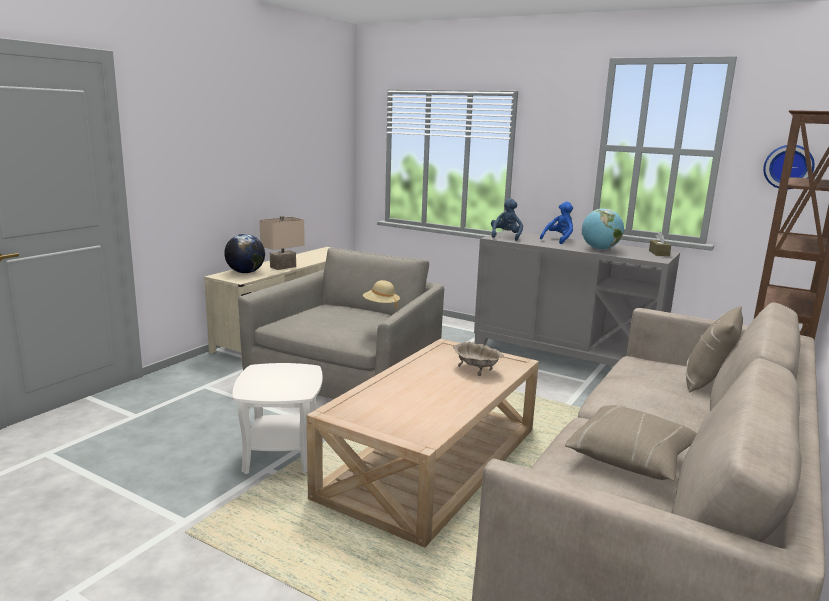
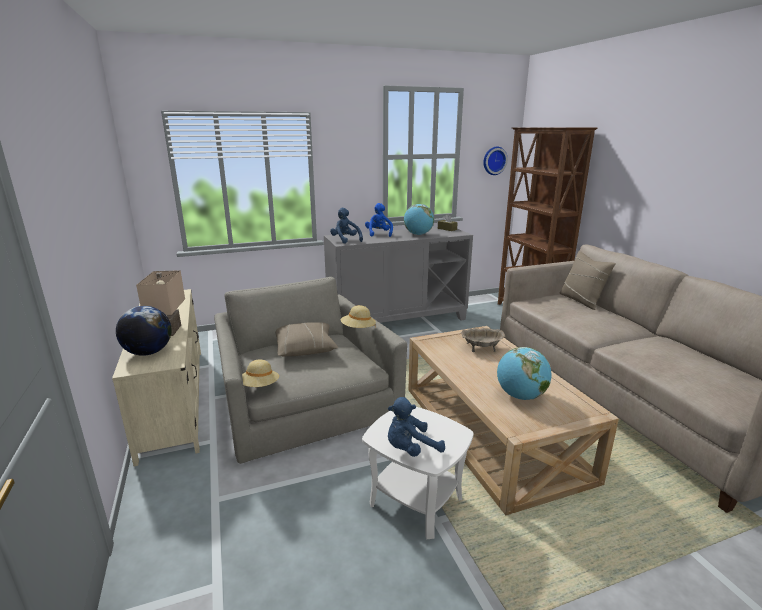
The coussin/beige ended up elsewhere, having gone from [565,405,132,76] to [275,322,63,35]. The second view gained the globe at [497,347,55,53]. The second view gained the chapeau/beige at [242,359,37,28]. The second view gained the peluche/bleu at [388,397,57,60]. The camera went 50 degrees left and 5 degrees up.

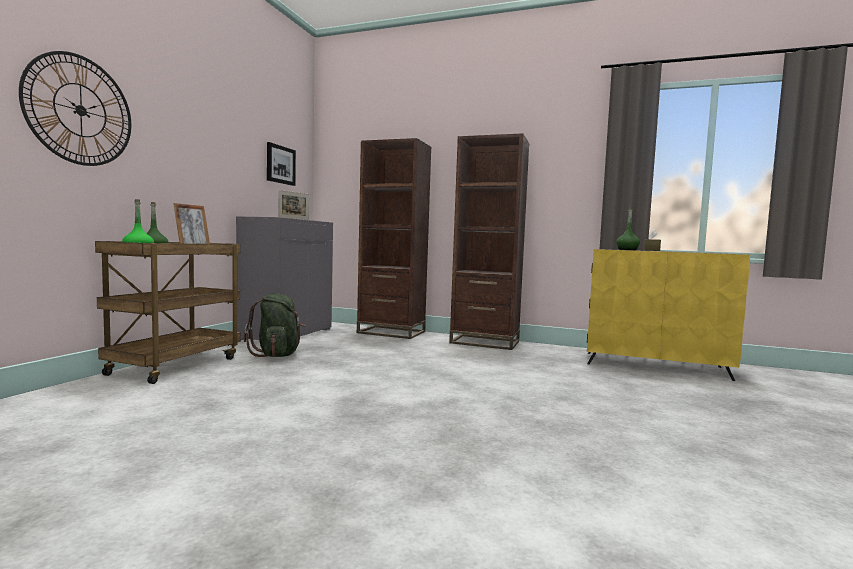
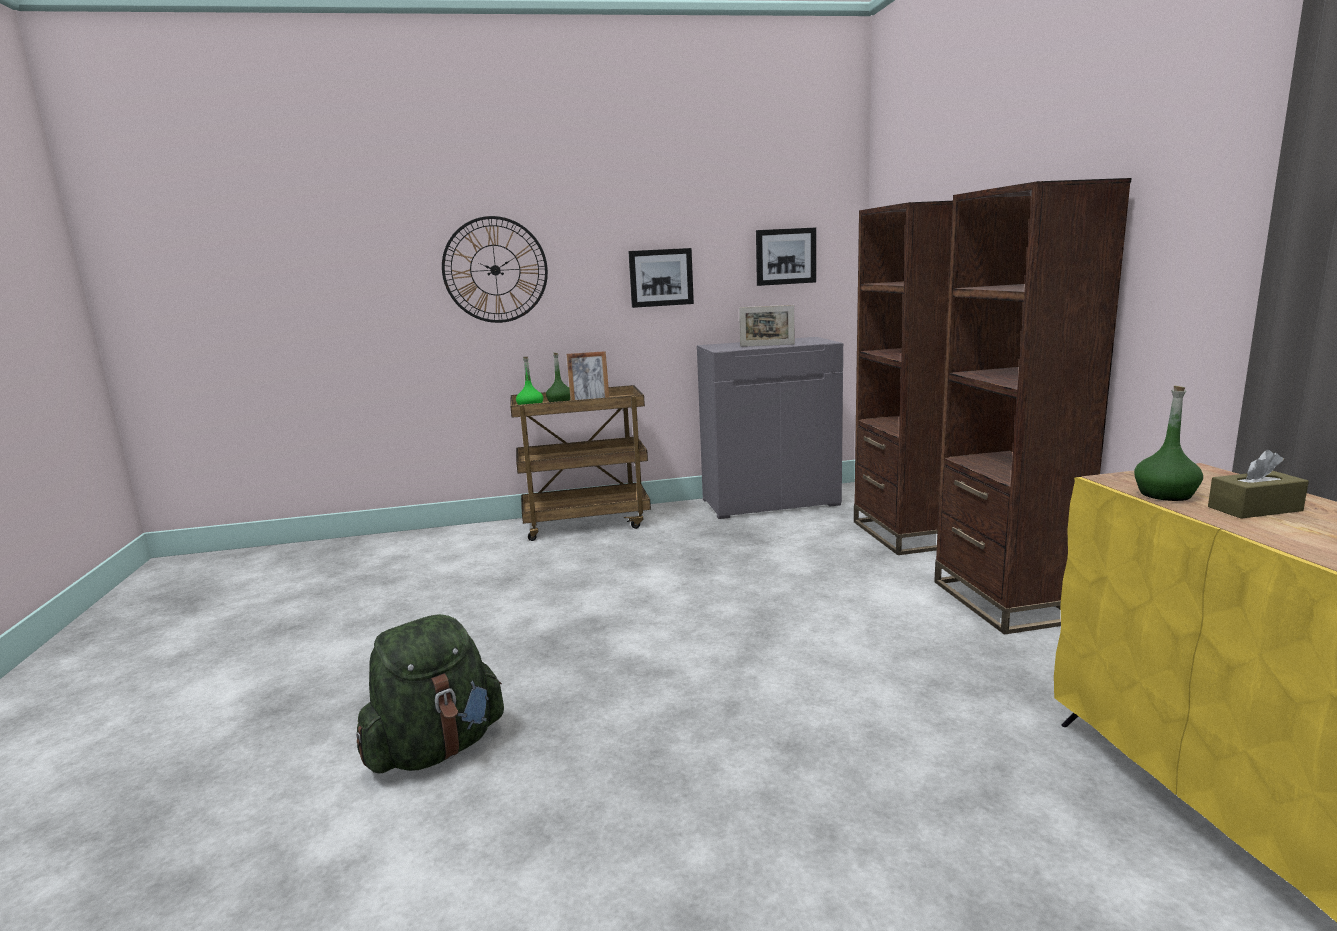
The sac à dos/vert ended up elsewhere, having gone from [244,293,62,64] to [356,614,148,159]. The second view gained the tableau at [628,248,66,60]. The camera went 60 degrees right and 10 degrees up.

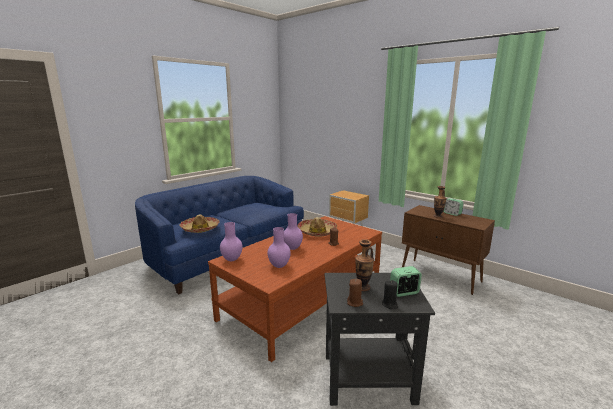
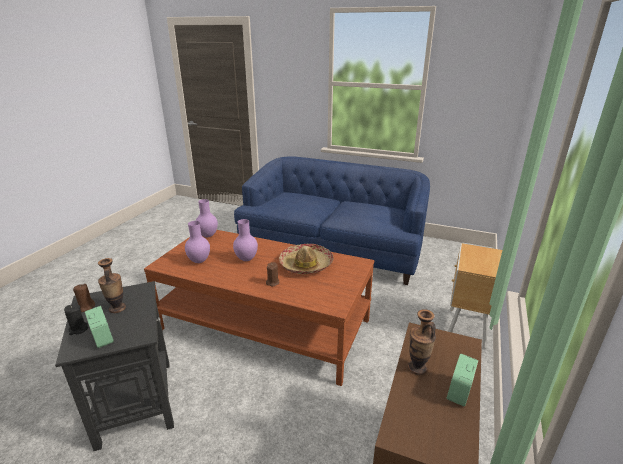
The second view lost the chapeau at [180,214,40,19]. The camera went 70 degrees right and 10 degrees up.

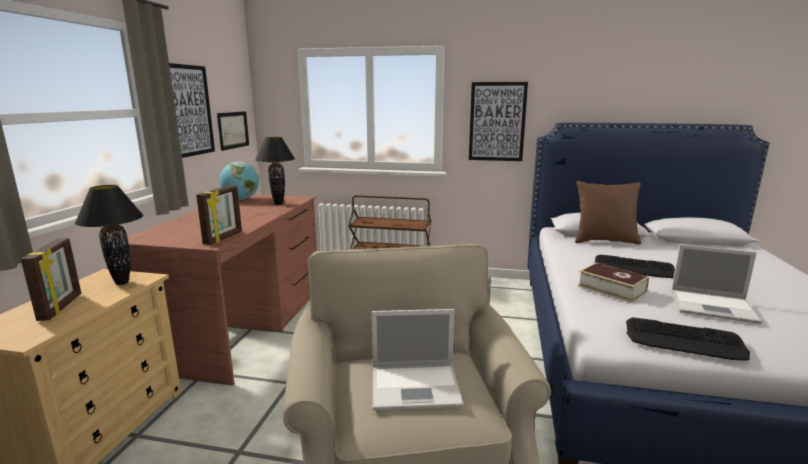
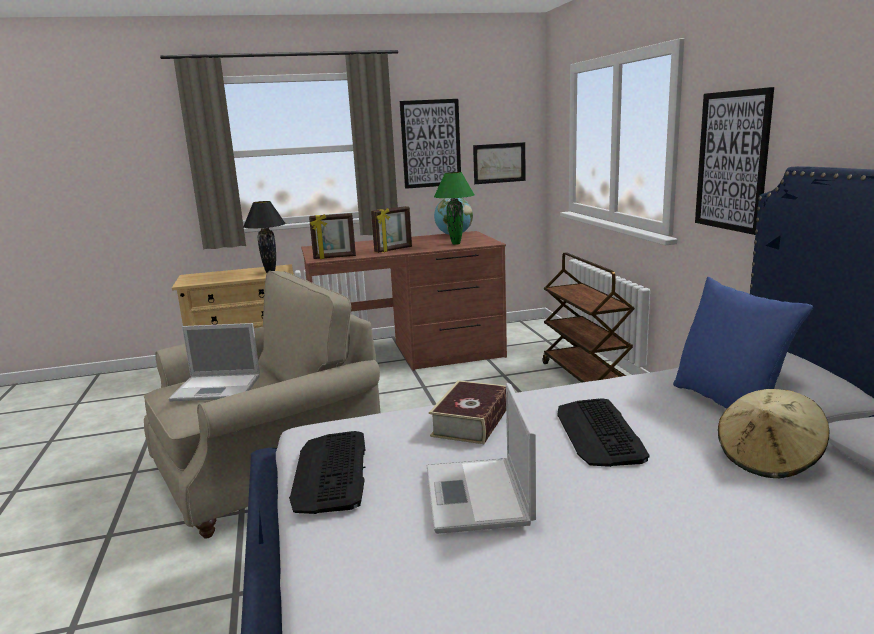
What was the lampe de table/noir at [255,137,40,68] turned into the lampe de table/vert at [434,172,41,73]. What was the coussin/marron at [575,181,66,64] turned into the coussin/bleu at [673,277,140,131]. The cadre photo ended up elsewhere, having gone from [21,238,60,83] to [371,206,41,47]. The ordinateur portable at [372,309,92,102] ended up facing another way, 60 degrees counterclockwise from before. The second view gained the chapeau/beige at [718,389,111,90]. The camera went 65 degrees right and 0 degrees up.

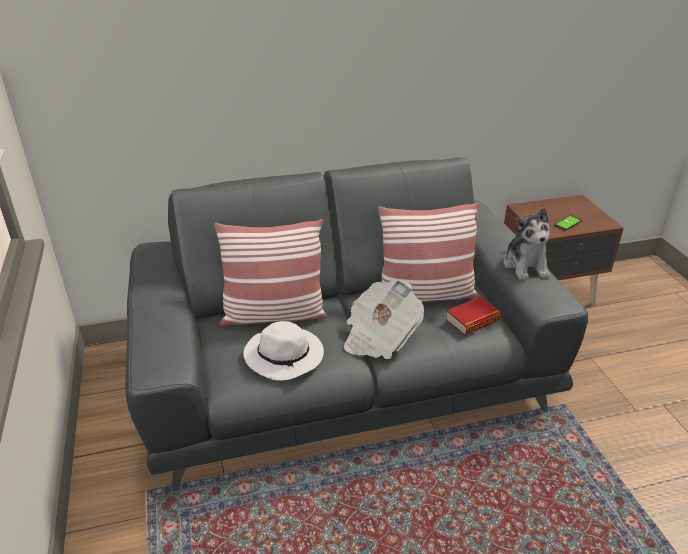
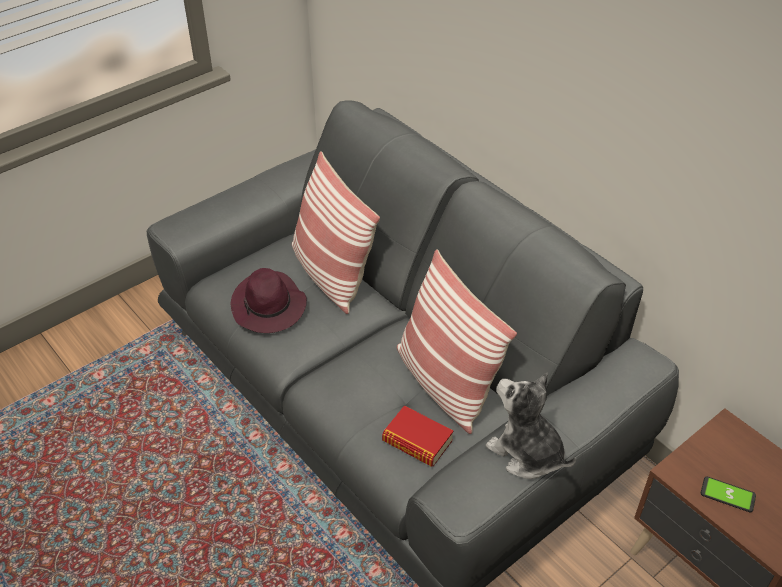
The peluche at [503,208,47,72] ended up facing another way, 75 degrees clockwise from before. The second view lost the journal at [344,280,80,79]. What was the chapeau/blanc at [243,321,81,60] turned into the chapeau/violet at [230,268,77,65]. The camera went 65 degrees right and 10 degrees up.

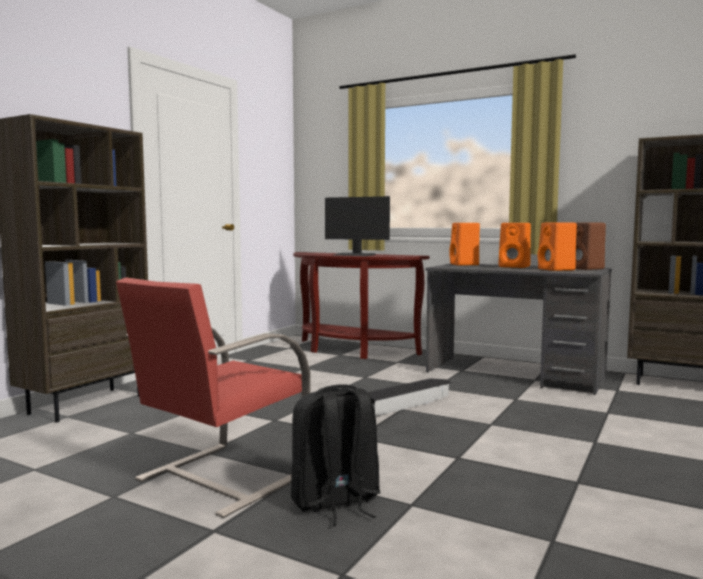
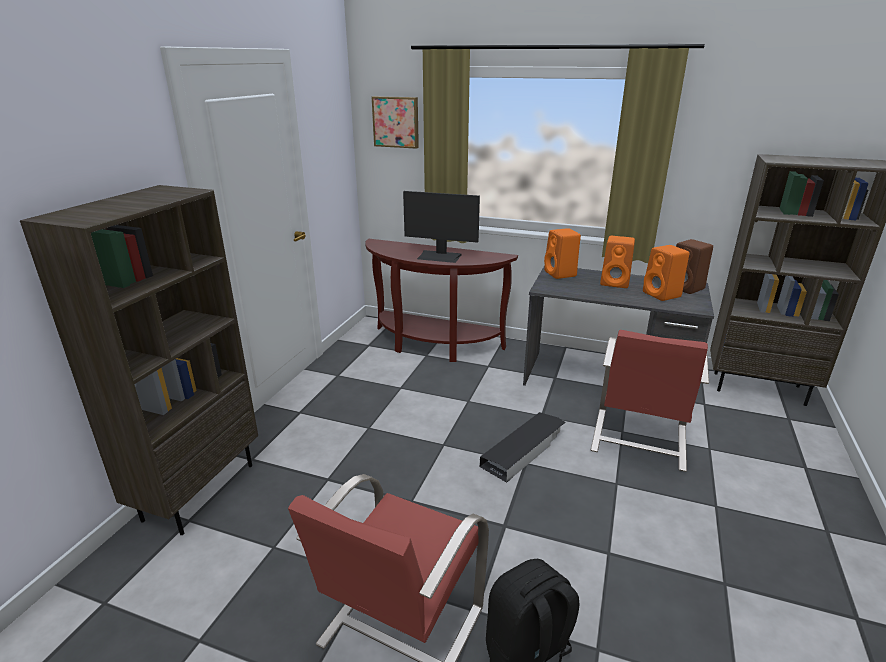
The second view gained the tableau at [372,96,47,53]. The second view gained the chaise/rouge at [591,330,118,142]. The camera went 10 degrees left and 20 degrees up.

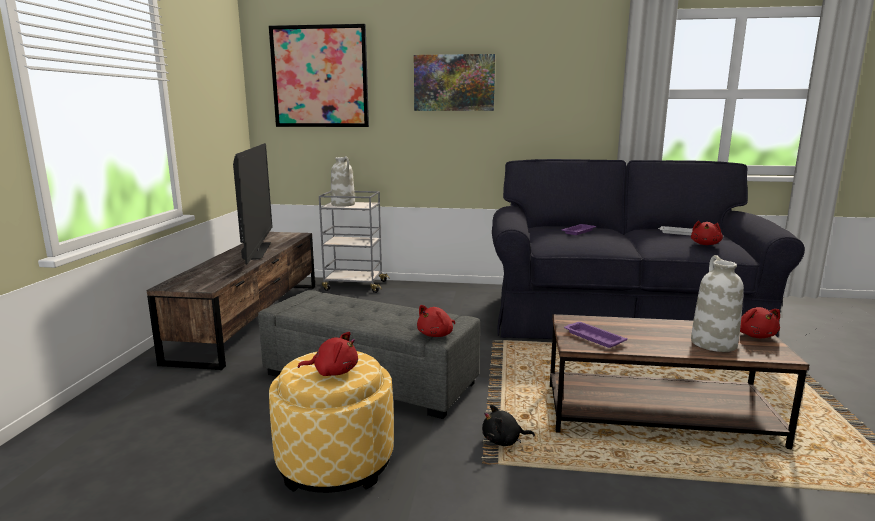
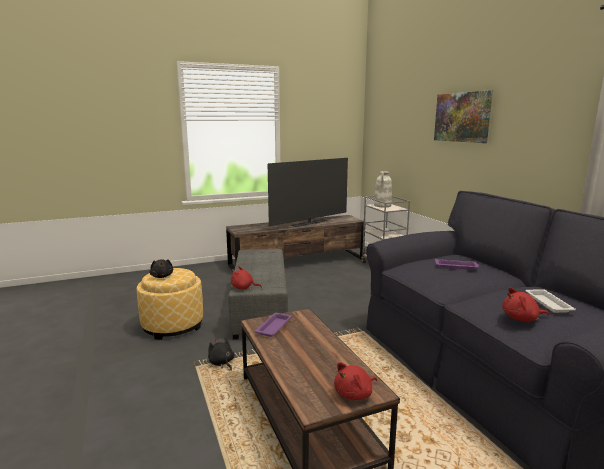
The second view lost the tableau at [269,24,100,103]. The second view lost the vase/blanc at [691,255,53,97]. What was the peluche/rouge at [298,332,60,44] turned into the peluche/noir at [149,259,24,19]. The camera went 60 degrees right and 0 degrees up.

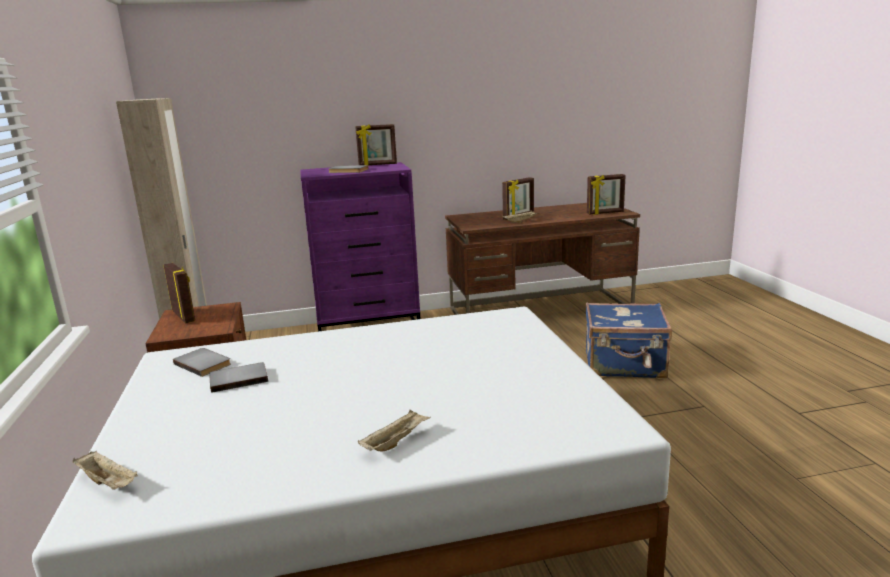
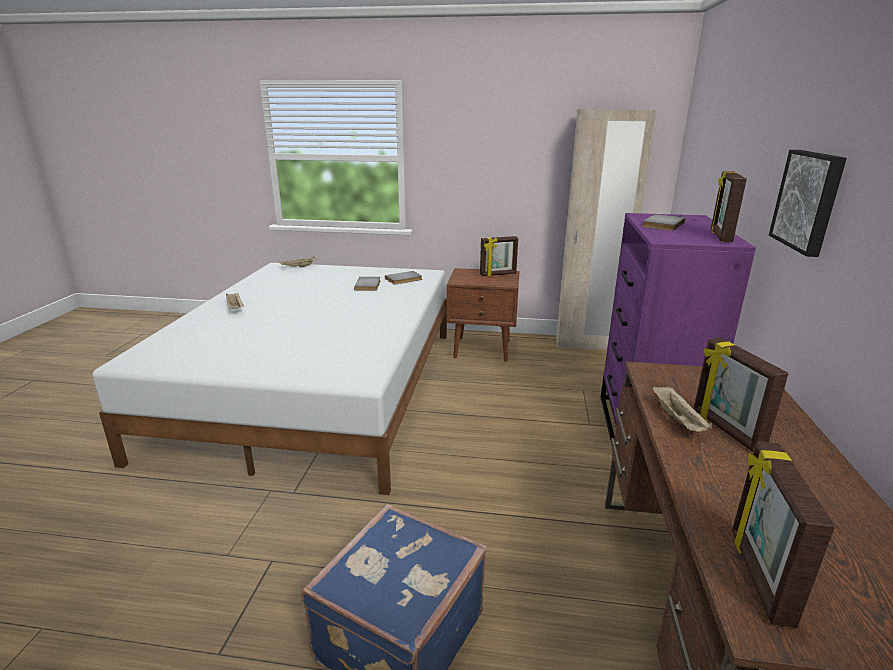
The second view gained the tableau at [769,150,78,107]. The camera went 110 degrees right and 5 degrees up.

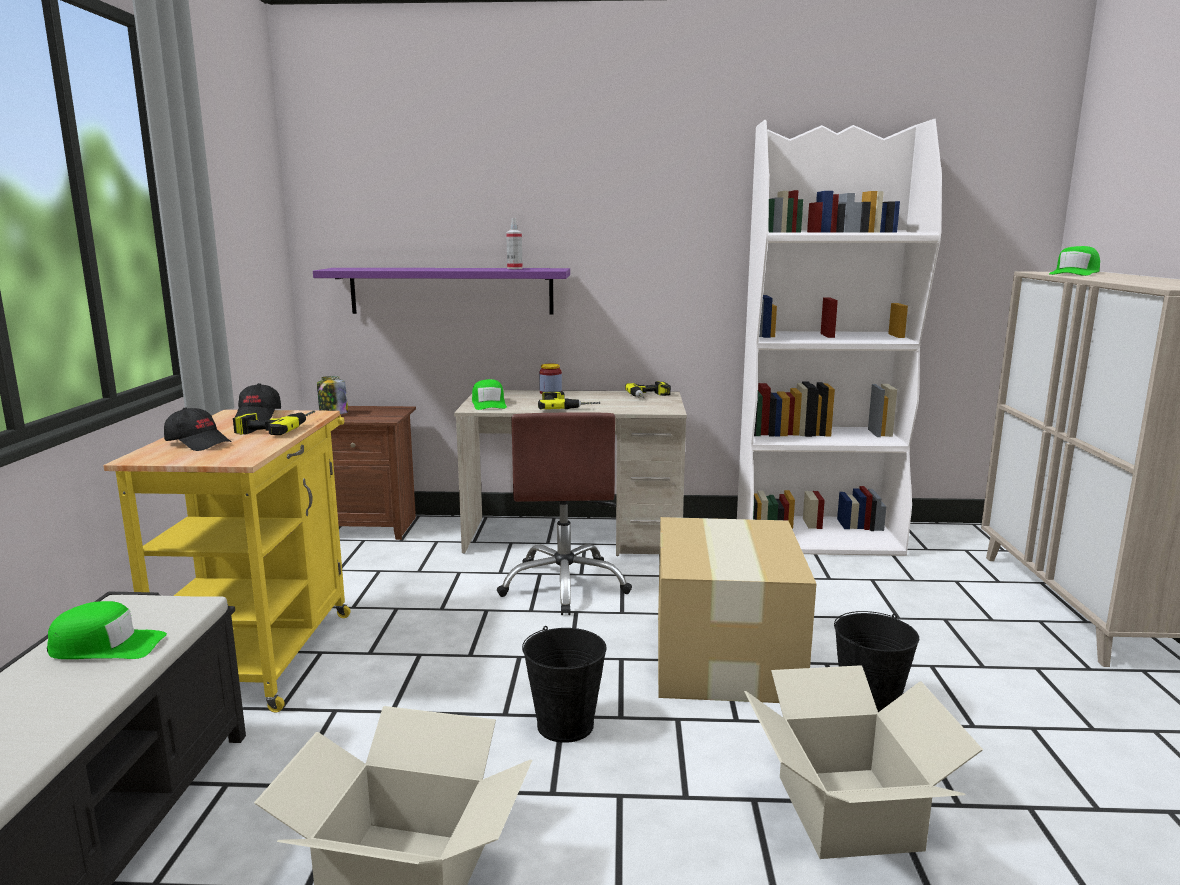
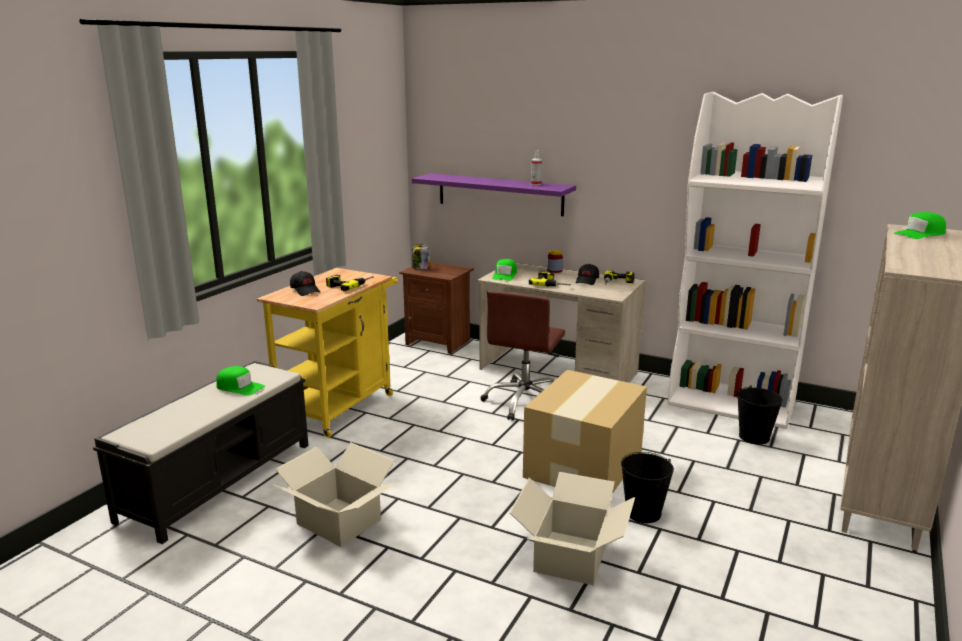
The casquette/noir ended up elsewhere, having gone from [235,383,46,37] to [576,264,23,21]. The seau/noir ended up elsewhere, having gone from [522,626,85,117] to [737,385,46,59]. The camera went 25 degrees right and 5 degrees up.

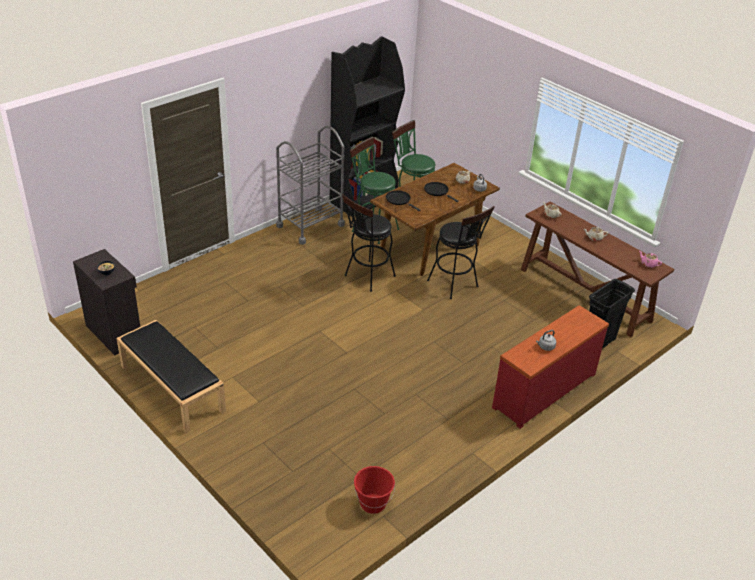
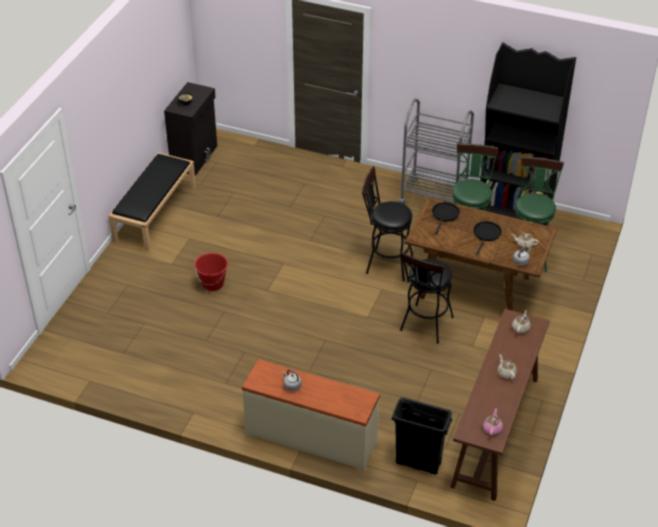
What was the commode/rouge at [492,305,117,124] turned into the commode/beige at [242,359,138,113]. The seau/rouge ended up elsewhere, having gone from [354,466,41,48] to [194,253,34,38]. The camera went 65 degrees right and 5 degrees up.

